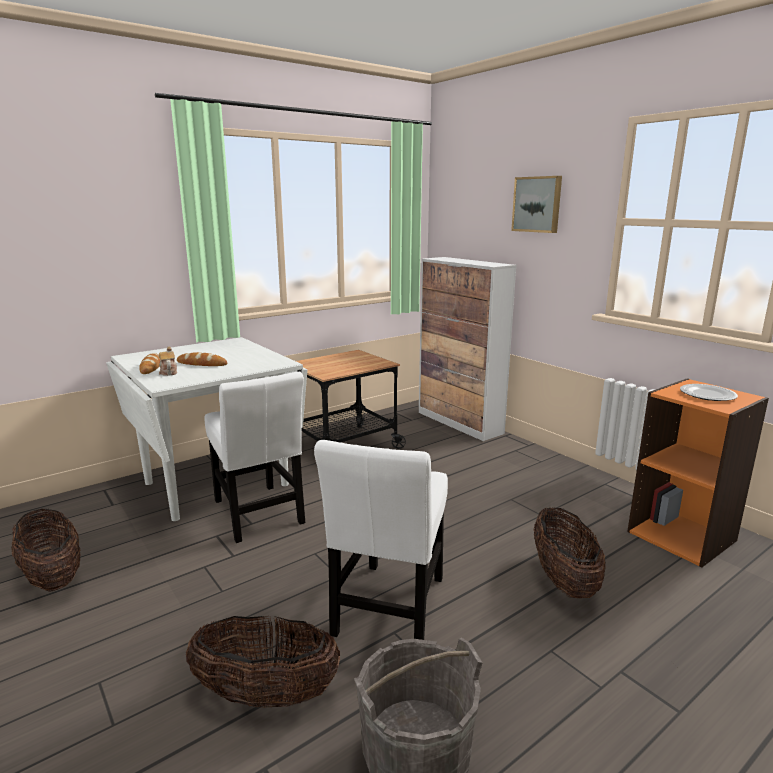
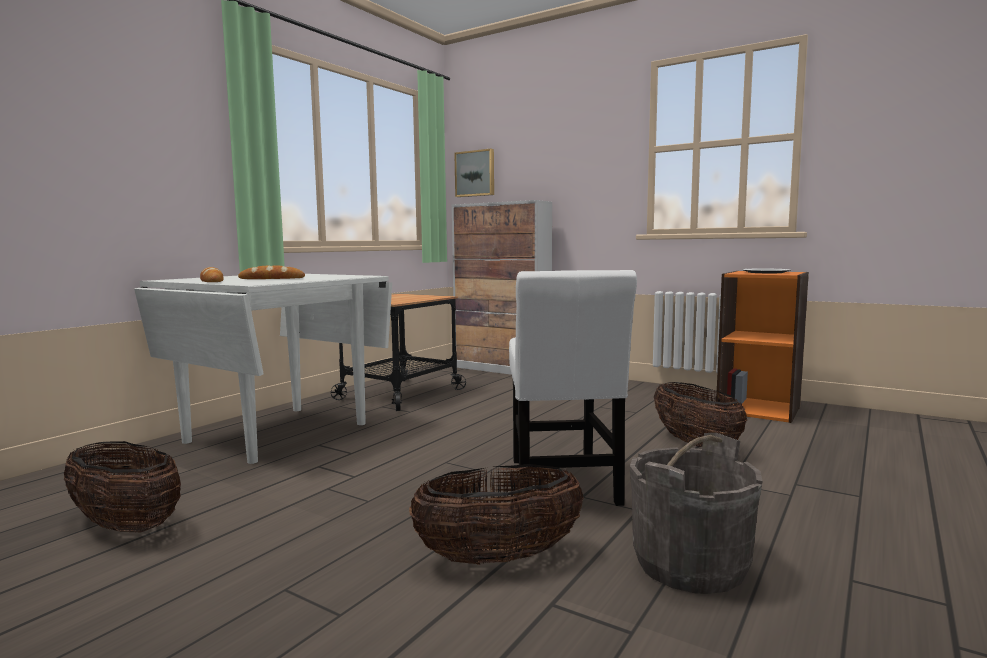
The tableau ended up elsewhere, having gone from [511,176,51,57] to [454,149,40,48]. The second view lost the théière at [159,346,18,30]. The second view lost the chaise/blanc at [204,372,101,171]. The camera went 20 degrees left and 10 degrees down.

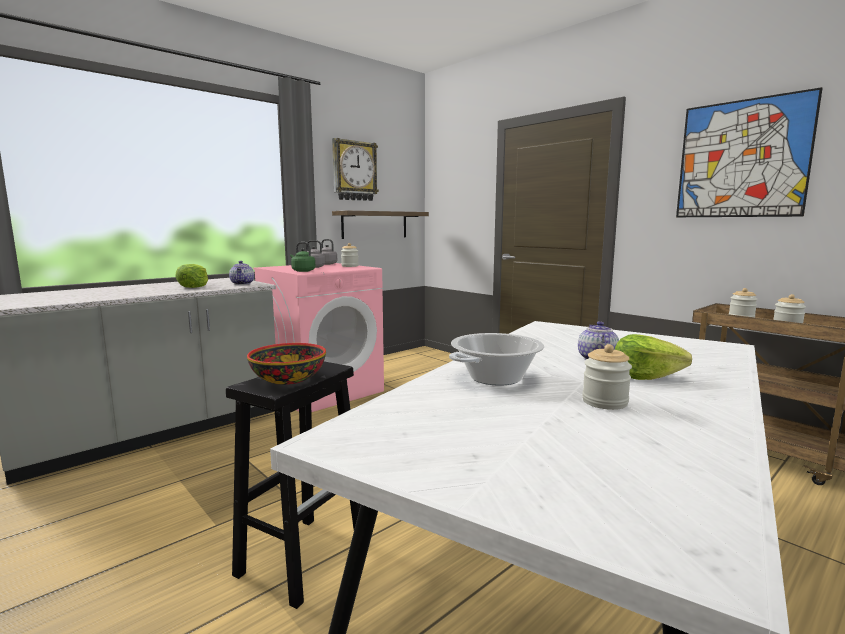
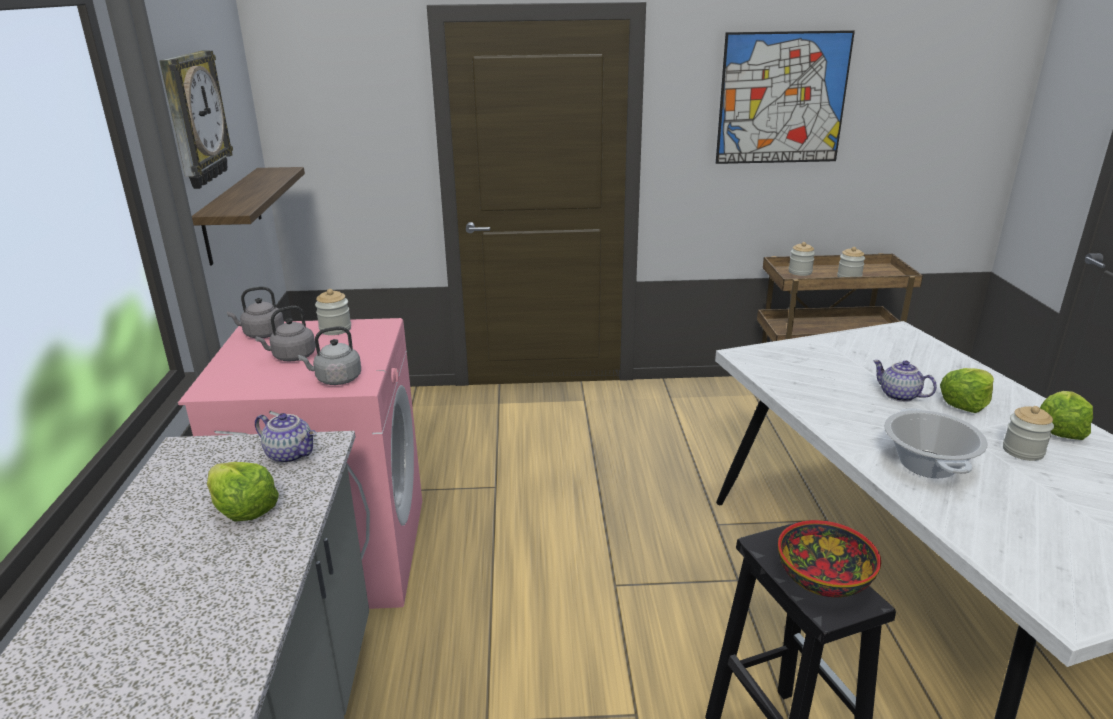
What was the bouilloire/vert at [290,242,25,30] turned into the bouilloire/gris at [298,326,63,59]. The second view gained the laitue at [1040,391,53,49]. The camera went 50 degrees left and 15 degrees up.

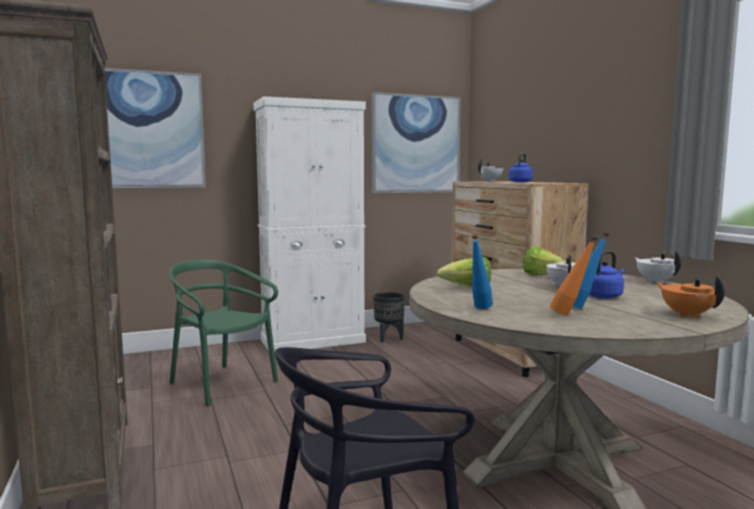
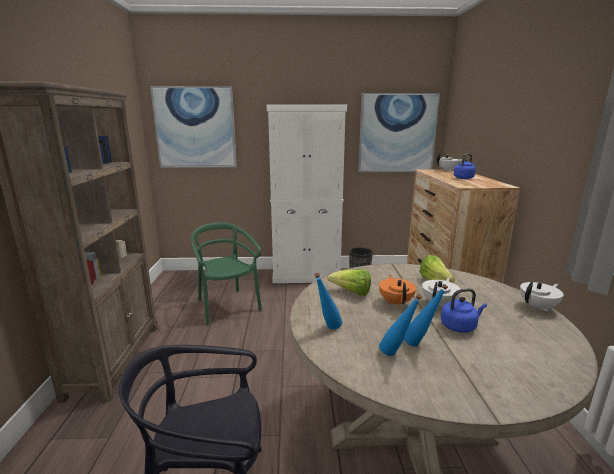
What was the bouteille/orange at [550,236,48,80] turned into the bouteille/bleu at [379,294,43,62]. The théière/blanc at [635,250,46,34] ended up facing another way, 60 degrees clockwise from before. The théière/orange ended up elsewhere, having gone from [656,275,69,43] to [379,274,37,33]. The camera went 20 degrees right and 10 degrees up.

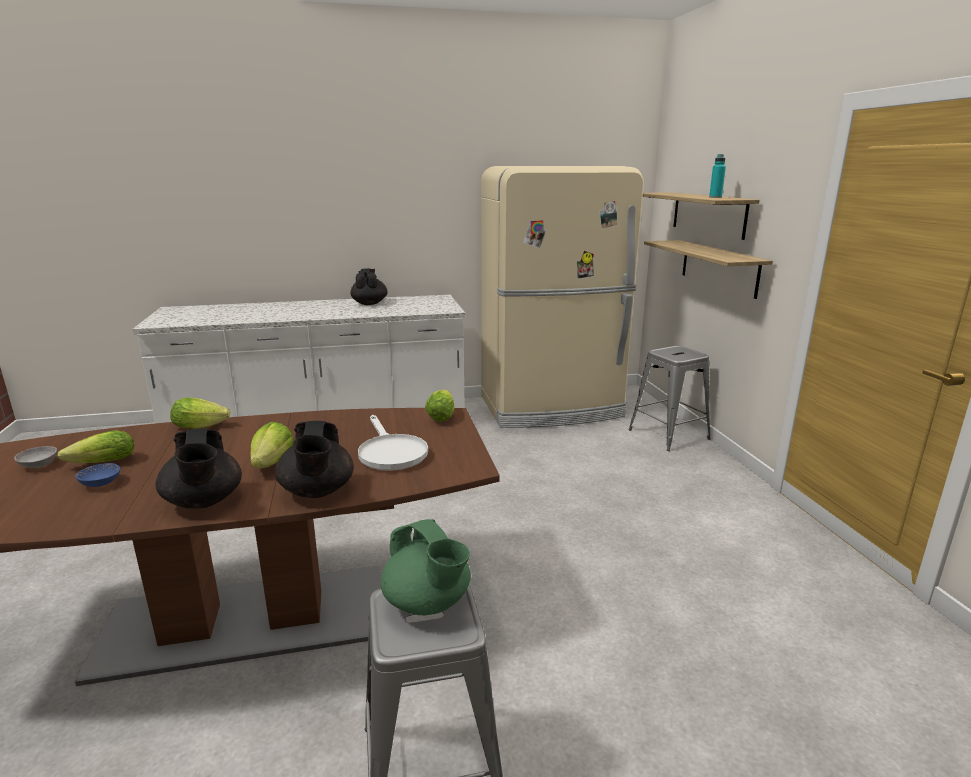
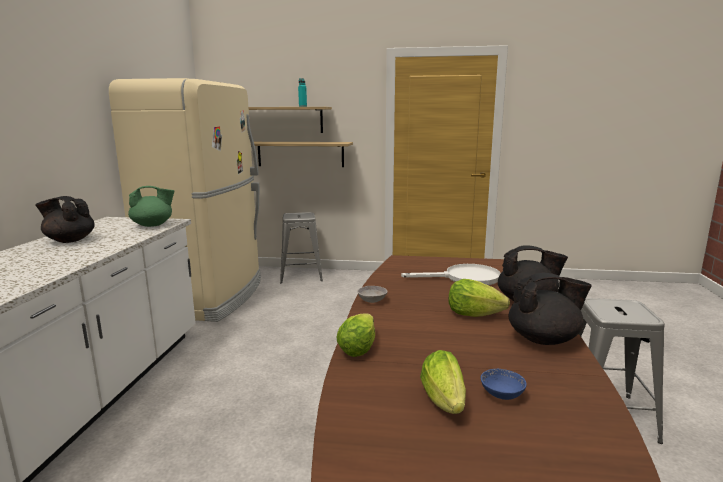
The second view lost the laitue at [425,390,30,32]. The bol/gris ended up elsewhere, having gone from [14,446,43,22] to [357,286,31,17]. The théière/vert ended up elsewhere, having gone from [380,519,91,96] to [128,186,47,41]. The camera went 70 degrees left and 5 degrees down.

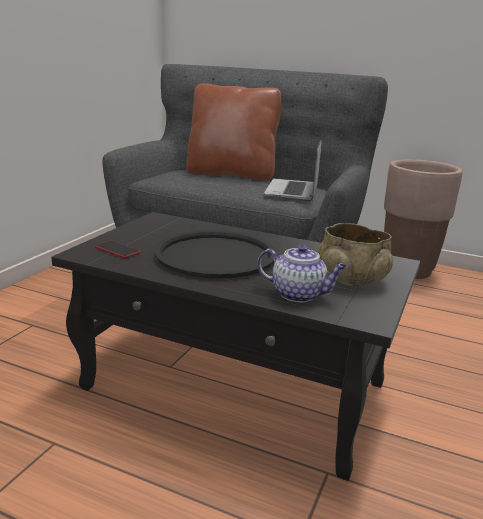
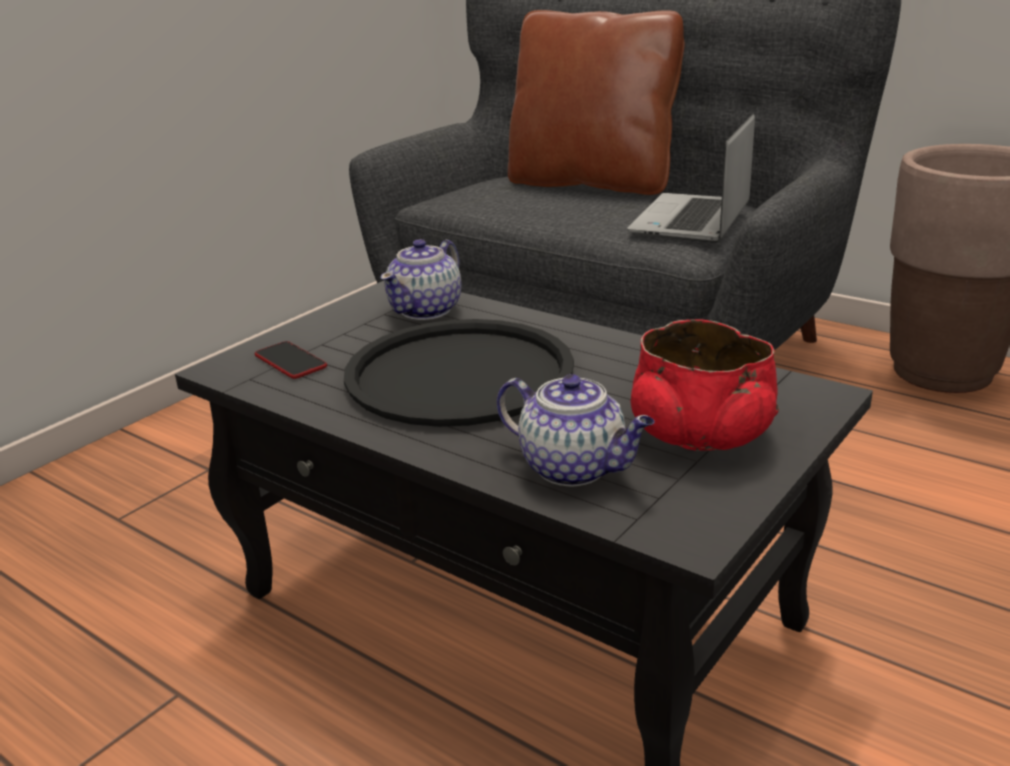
What was the bol/beige at [318,223,75,63] turned into the bol/rouge at [631,319,148,132]. The second view gained the théière at [380,239,81,81]. The camera went 15 degrees right and 5 degrees up.

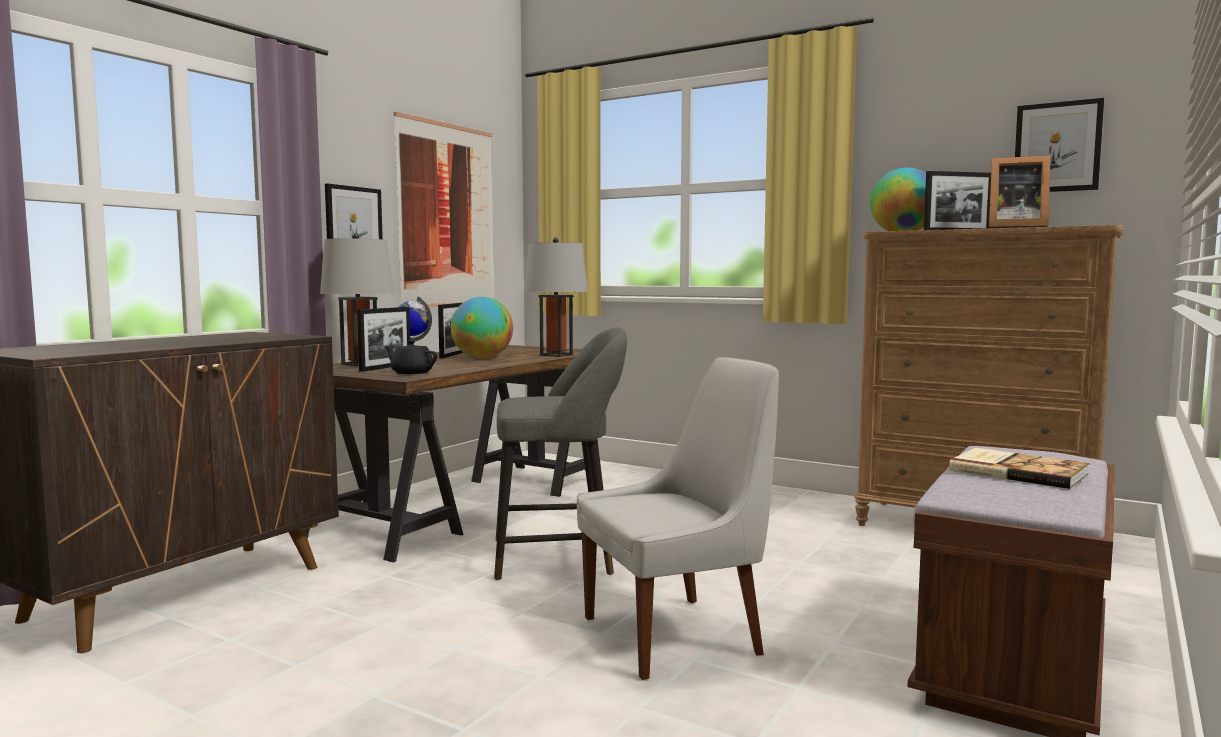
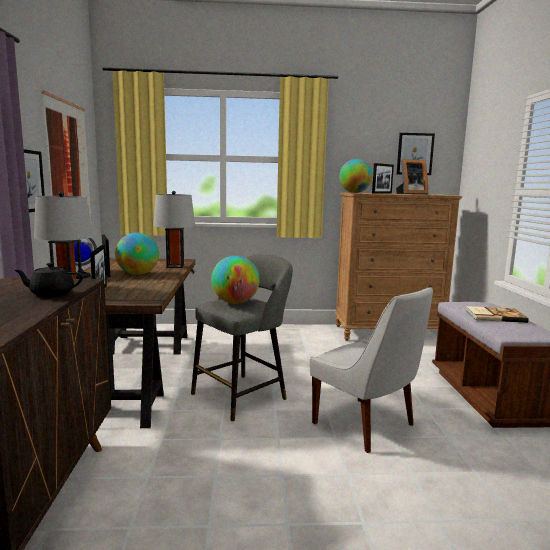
The théière/noir ended up elsewhere, having gone from [384,340,53,34] to [14,263,69,34]. The chaise/blanc at [577,357,202,323] ended up facing another way, 105 degrees clockwise from before. The second view gained the globe at [211,256,49,48]. The camera went 35 degrees left and 5 degrees up.

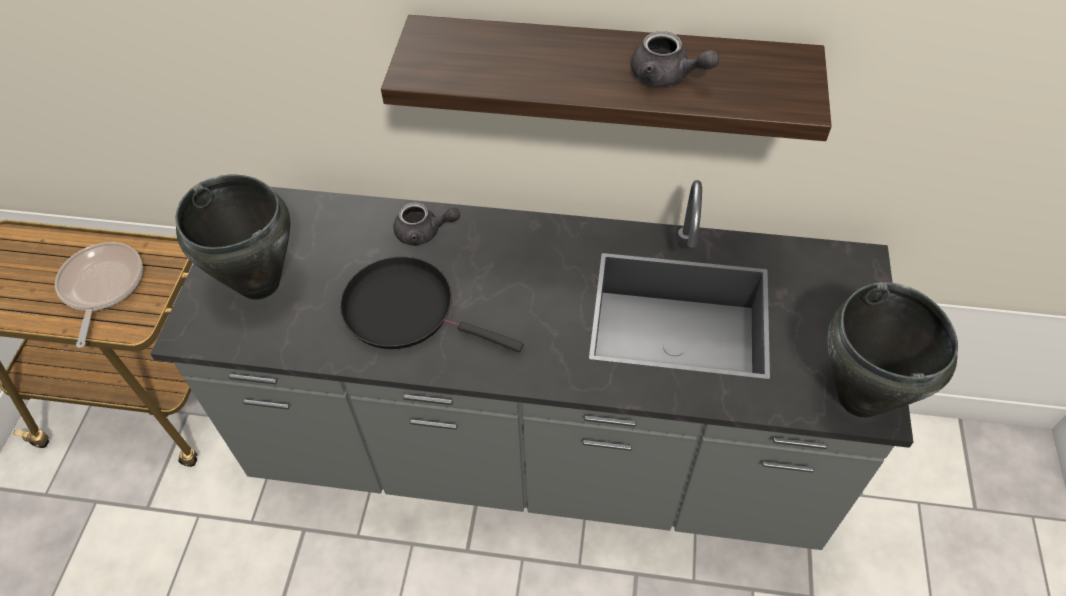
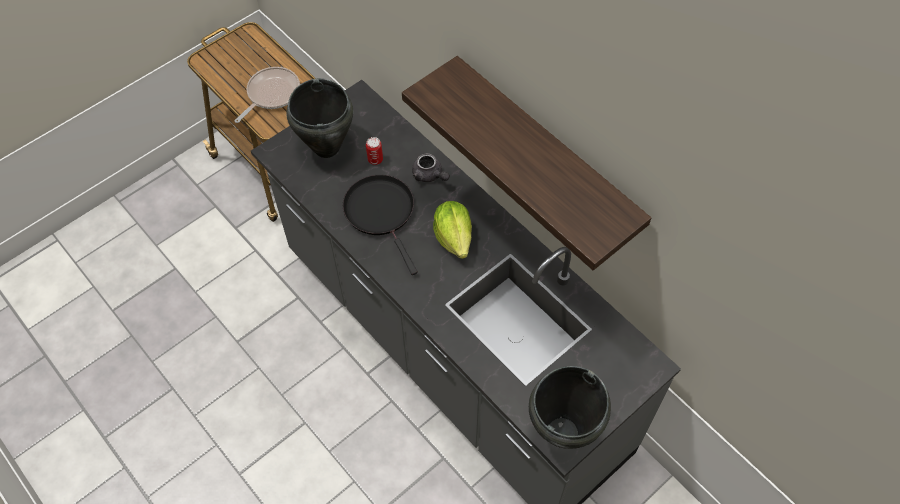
The second view lost the théière/gris at [631,31,88,55]. The second view gained the boîte métallique at [366,137,17,28]. The second view gained the laitue at [433,201,39,58]. The camera went 40 degrees right and 5 degrees up.

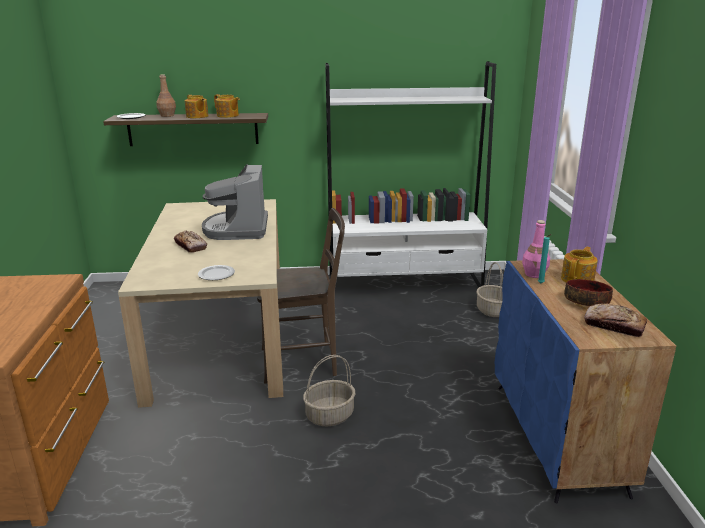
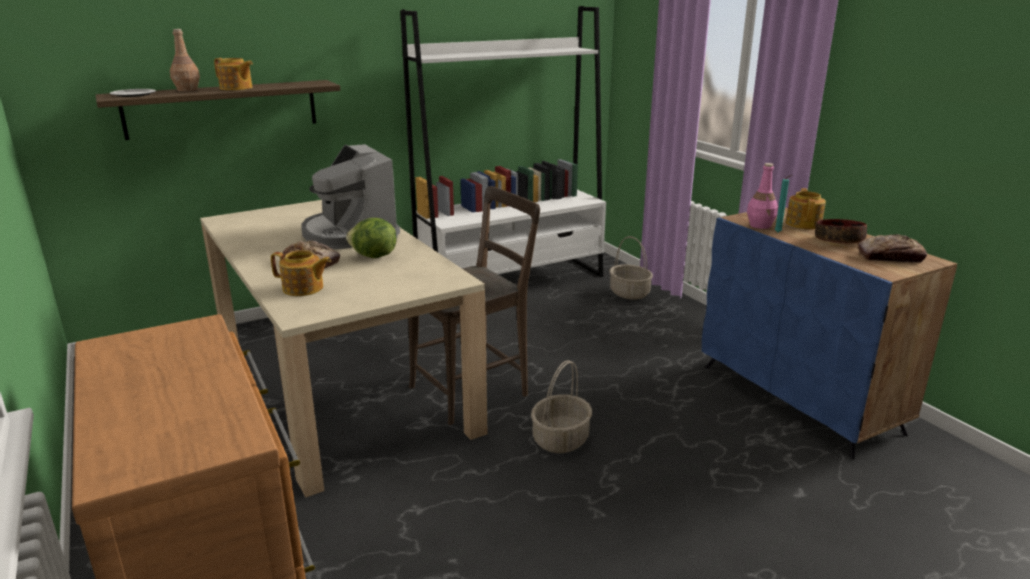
The théière ended up elsewhere, having gone from [214,94,26,24] to [271,250,60,46]. The second view lost the assiette at [198,265,37,15]. The second view gained the laitue at [346,218,51,40]. The camera went 25 degrees left and 0 degrees up.

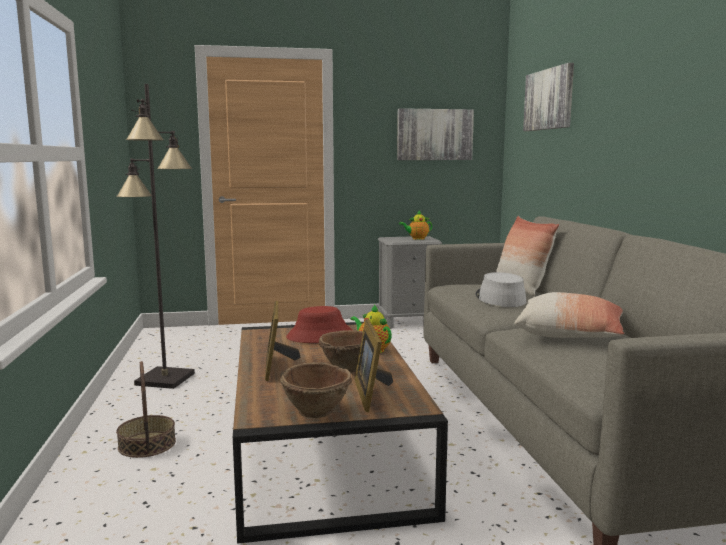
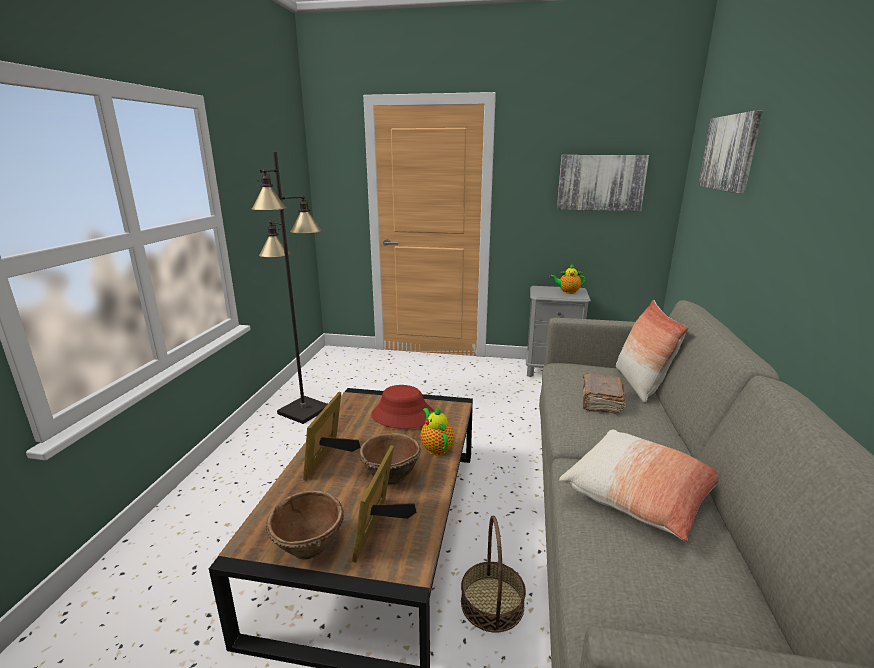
Where the chapeau/gris stood at [475,272,52,35], the livre/marron came to stand at [583,373,42,41]. The panier ended up elsewhere, having gone from [116,361,60,97] to [461,515,65,118]. The camera went 20 degrees right and 10 degrees up.

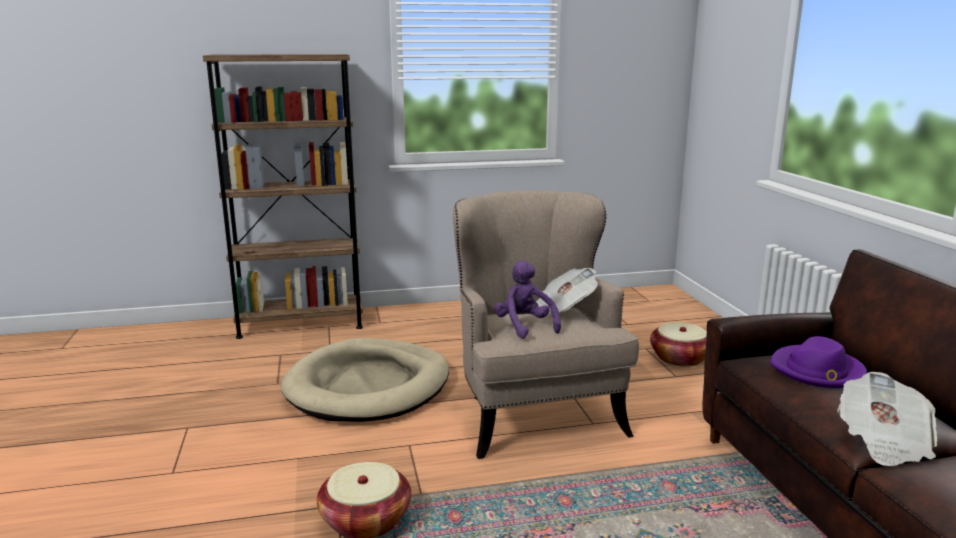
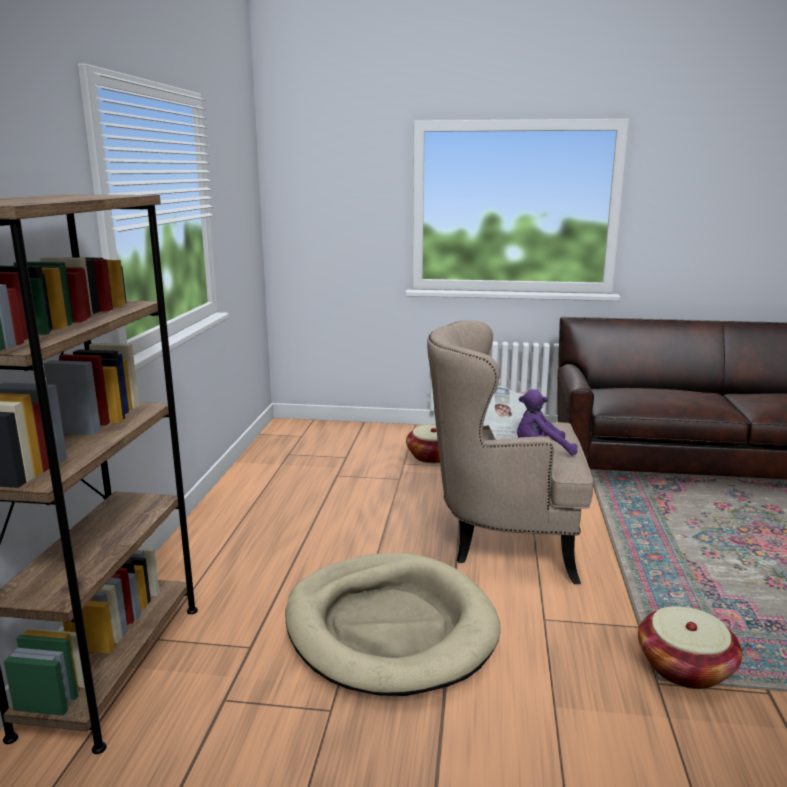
The second view lost the chapeau/violet at [770,336,97,52]. The second view lost the journal at [838,372,99,94]. The camera went 70 degrees left and 0 degrees up.

